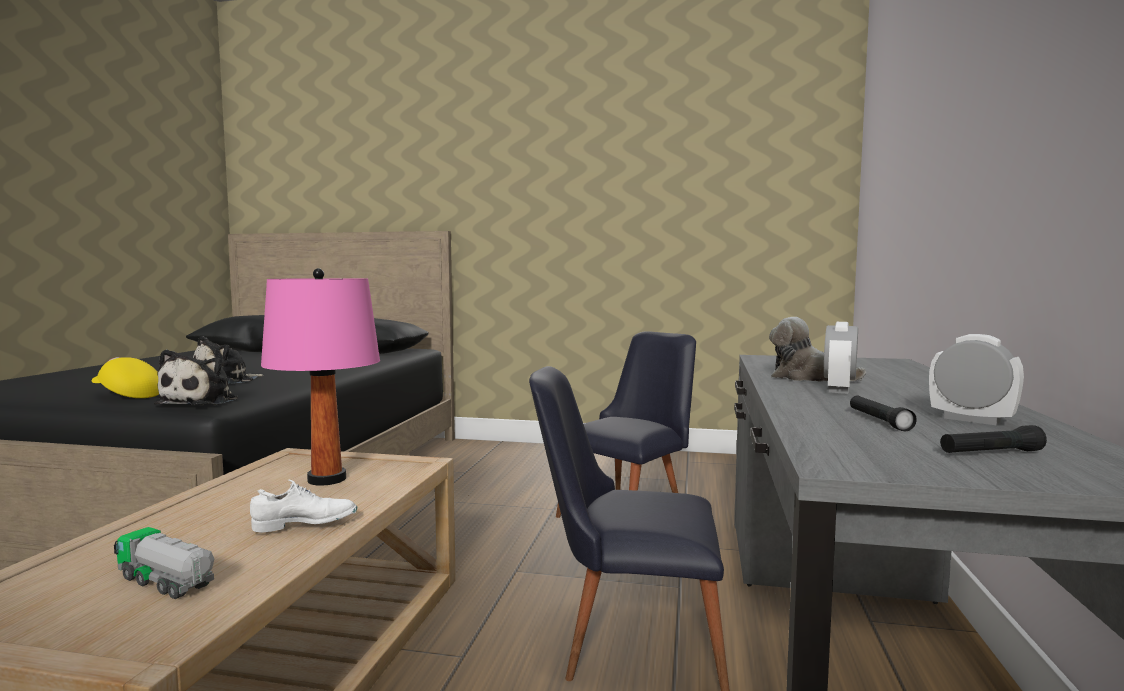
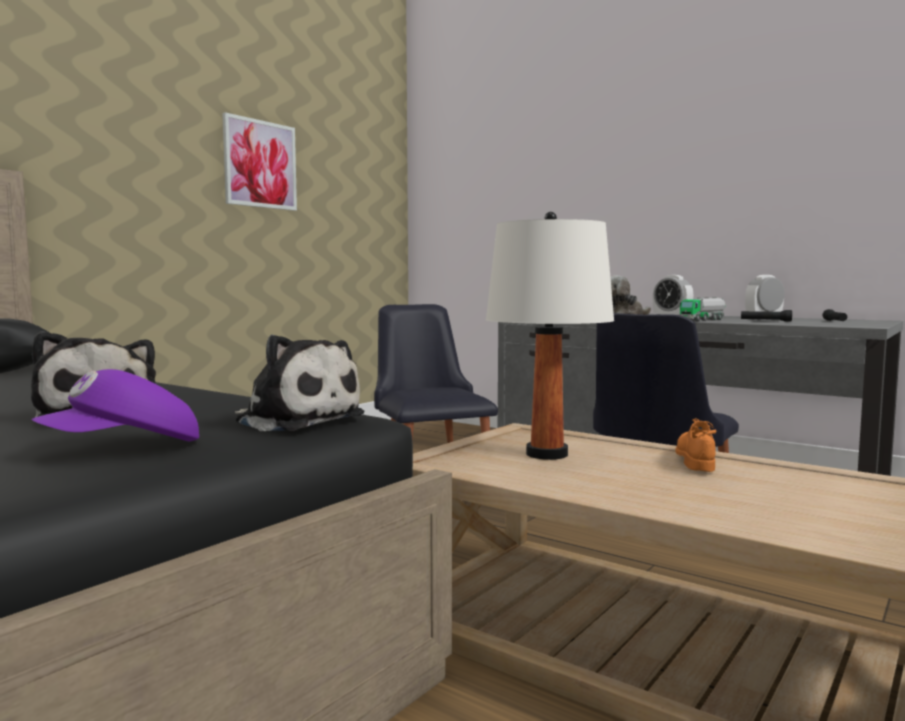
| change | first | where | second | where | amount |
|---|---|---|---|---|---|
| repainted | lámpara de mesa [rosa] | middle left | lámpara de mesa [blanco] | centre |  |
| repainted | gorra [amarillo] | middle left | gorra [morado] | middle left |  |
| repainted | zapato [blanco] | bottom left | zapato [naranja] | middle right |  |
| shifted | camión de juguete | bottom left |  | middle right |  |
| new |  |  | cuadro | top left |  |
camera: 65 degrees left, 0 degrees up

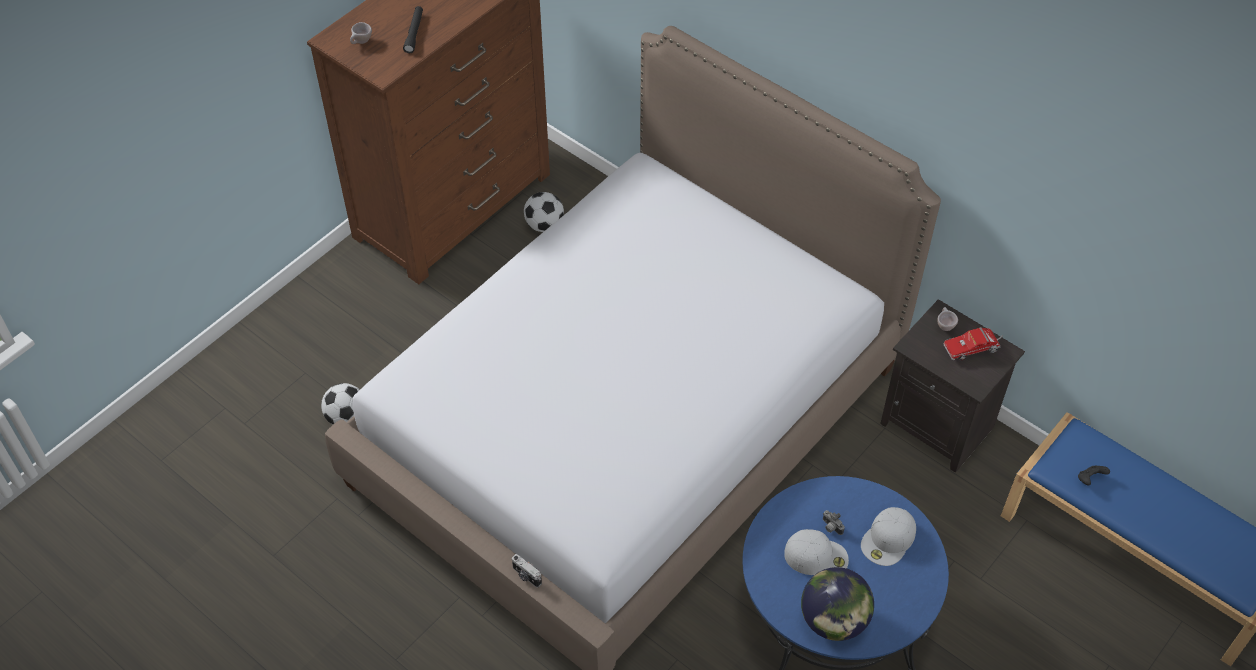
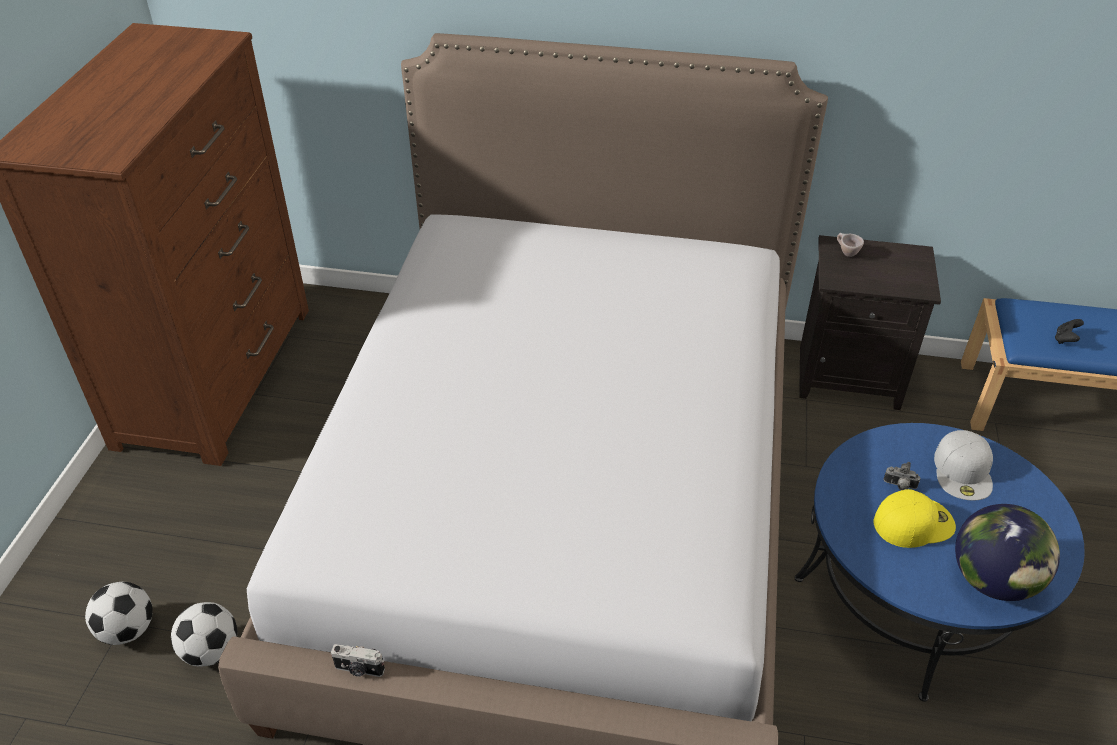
| change | first | where | second | where | amount |
|---|---|---|---|---|---|
| gone | linterna [negro] | top left |  |  |  |
| gone | taza [beis] (no. 1 from left) | top left |  |  |  |
| shifted | balón de fútbol (no. 2 from left in the first image) | top centre | balón de fútbol (no. 1 from left) | bottom left |  |
| gone | camión de juguete | middle right |  |  |  |
| repainted | gorra [blanco] (no. 1 from left) | bottom centre | gorra [amarillo] | bottom right |  |
| shifted | cámara (no. 1 from left) | bottom centre |  | bottom left |  |
camera: 30 degrees left, 10 degrees down

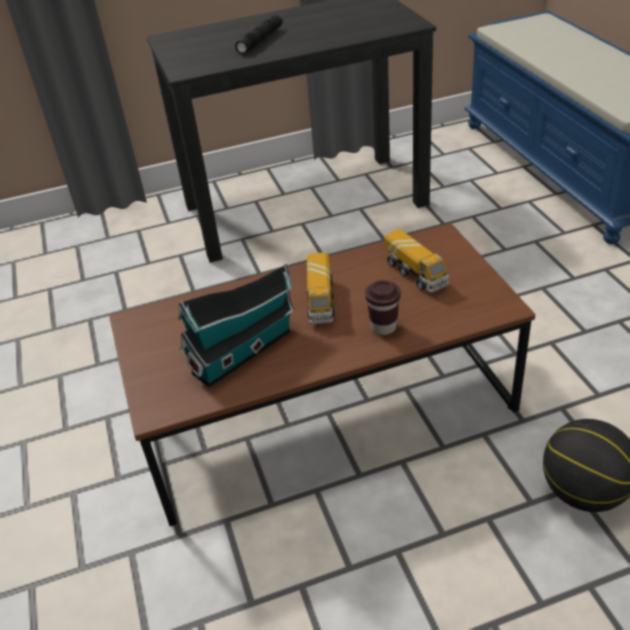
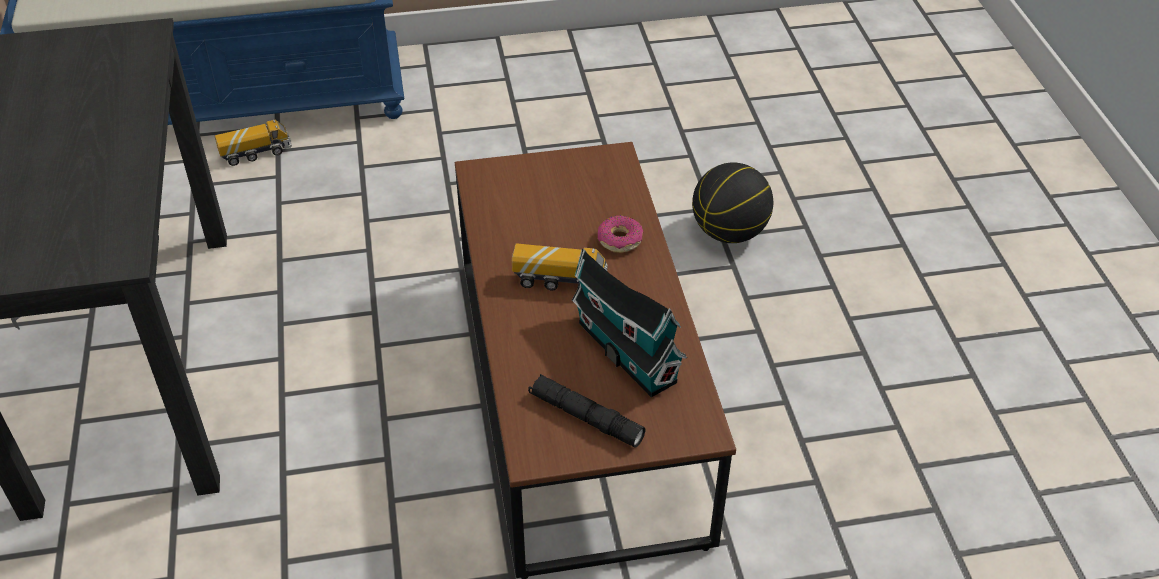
| change | first | where | second | where | amount |
|---|---|---|---|---|---|
| shifted | linterna [negro] | top centre |  | bottom centre |  |
| shifted | camión de juguete (no. 2 from left in the first image) | centre | camión de juguete (no. 1 from left) | top left |  |
| swapped | taza [marrón] | centre | rosquilla | centre |  |
camera: 85 degrees left, 5 degrees up

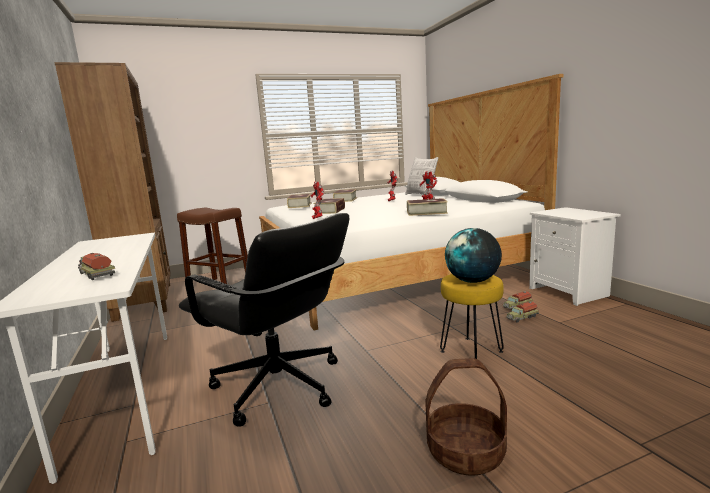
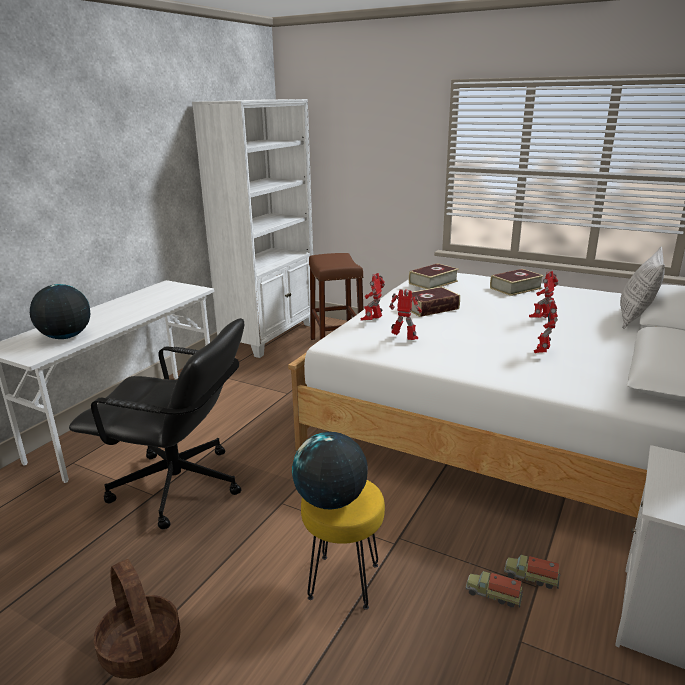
| change | first | where | second | where | amount |
|---|---|---|---|---|---|
| repainted | estantería [marrón] | middle left | estantería [blanco] | top centre |  |
| gone | libro (no. 4 from left) | centre |  |  |  |
| rotated | silla de oficina [negro] | centre |  | middle left | 75 degrees counterclockwise |
| swapped | camión de juguete (no. 1 from left) | middle left | globo terráqueo (no. 1 from left) | middle left |  |
| new |  |  | robot de juguete (no. 2 from left) | centre |  |
camera: 50 degrees right, 10 degrees up

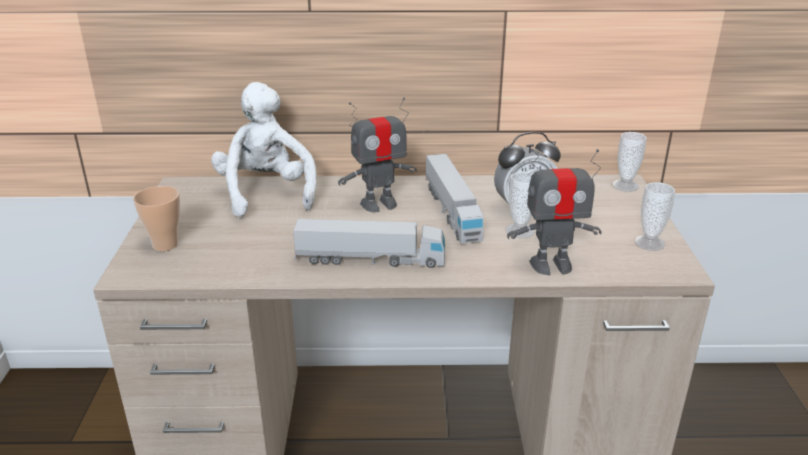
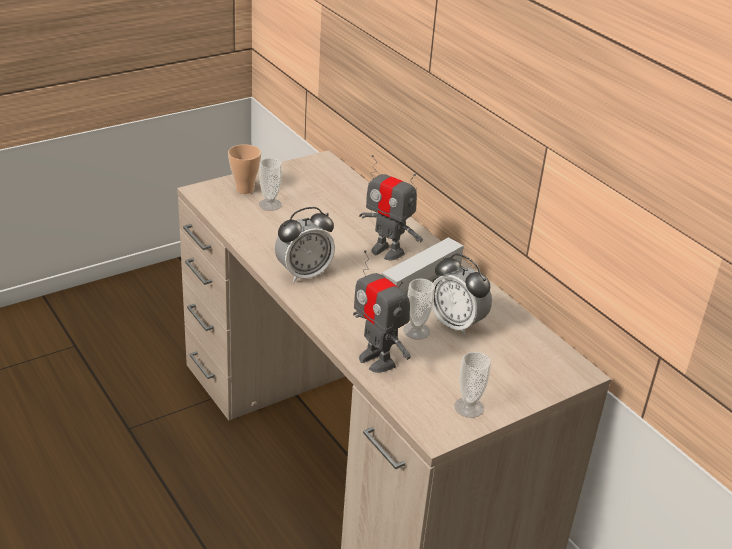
| change | first | where | second | where | amount |
|---|---|---|---|---|---|
| gone | peluche [blanco] | top left |  |  |  |
| shifted | taza (no. 3 from left in the first image) | middle right | taza (no. 2 from left) | centre |  |
| swapped | camión de juguete (no. 1 from left) | centre | despertador (no. 1 from left) | centre |  |
camera: 55 degrees right, 5 degrees up

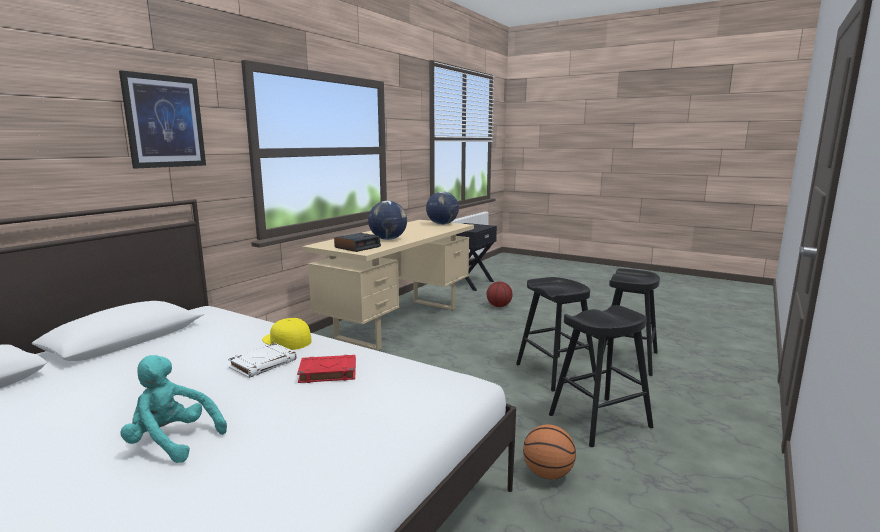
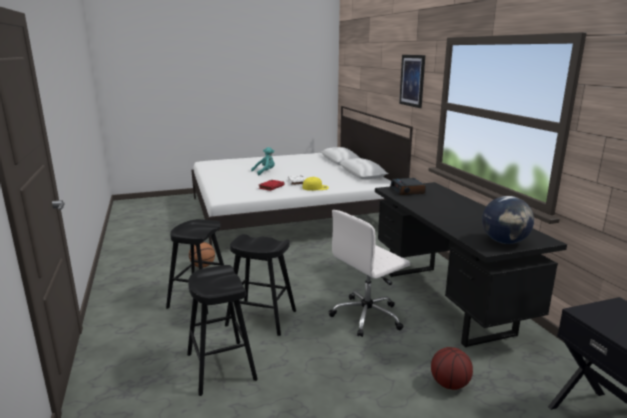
| change | first | where | second | where | amount |
|---|---|---|---|---|---|
| gone | globo terráqueo (no. 1 from left) | centre |  |  |  |
| repainted | escritorio [beis] | centre | escritorio [negro] | middle right |  |
| new |  |  | silla de oficina [blanco] | centre |  |
camera: 130 degrees right, 5 degrees up

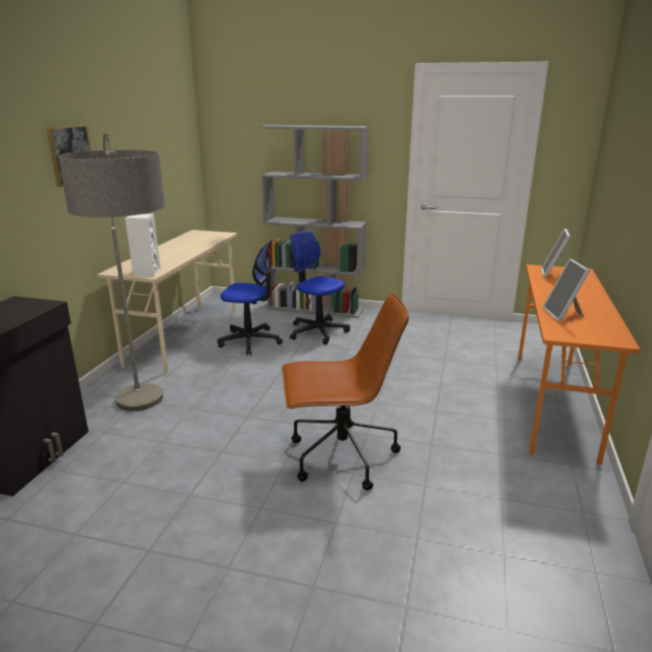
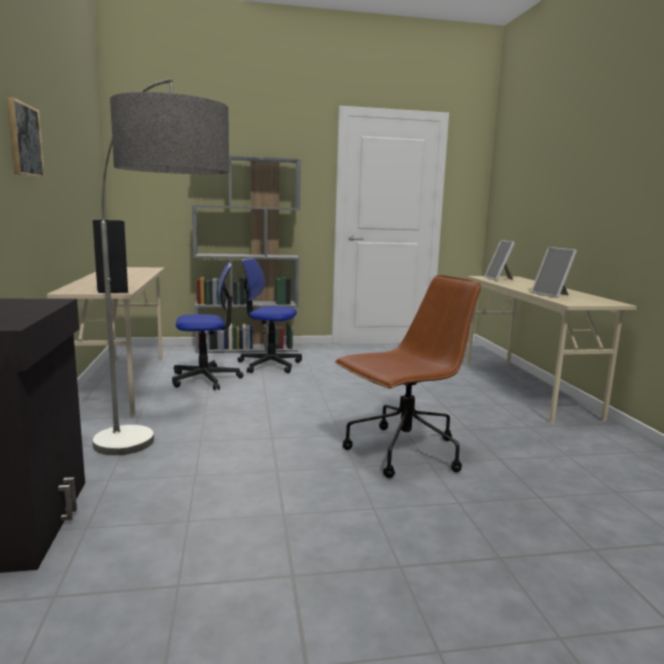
| change | first | where | second | where | amount |
|---|---|---|---|---|---|
| repainted | altavoz [blanco] | middle left | altavoz [negro] | middle left |  |
| repainted | escritorio [naranja] | middle right | escritorio [beis] (no. 2 from left) | middle right |  |
camera: 25 degrees left, 10 degrees down

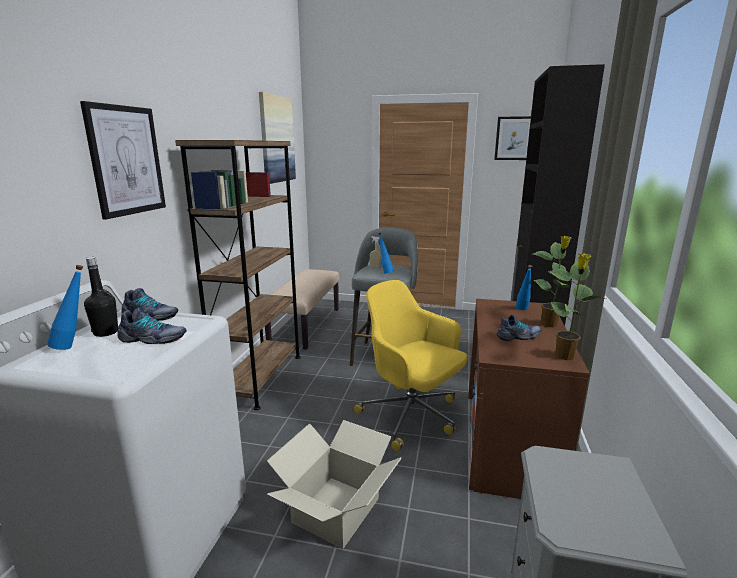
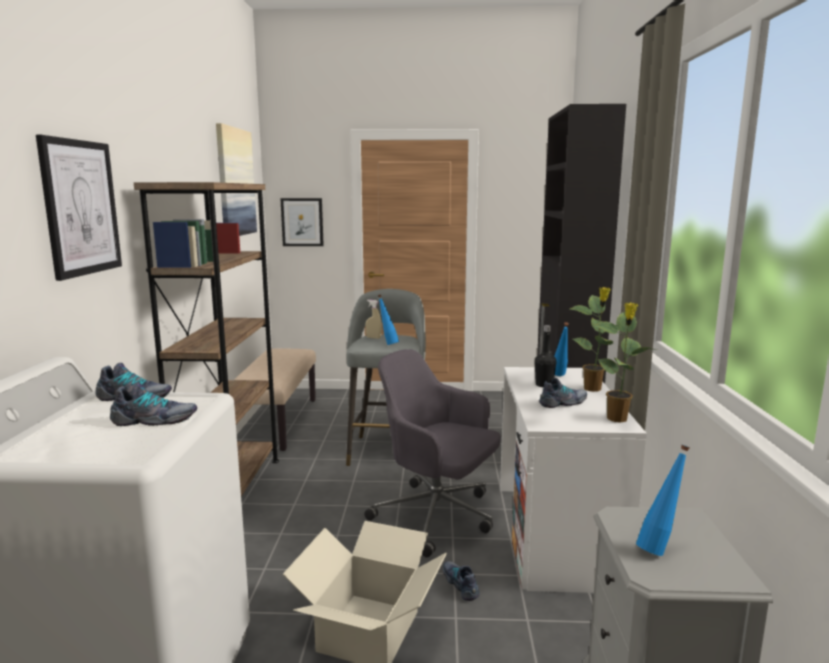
| change | first | where | second | where | amount |
|---|---|---|---|---|---|
| shifted | cuadro (no. 3 from left) | top right |  | centre |  |
| shifted | botella [negro] | middle left |  | centre |  |
| shifted | botella [azul] (no. 1 from left in the first image) | middle left | botella [azul] (no. 3 from left) | bottom right |  |
| repainted | silla de oficina [amarillo] | centre | silla de oficina [gris] | bottom centre |  |
| repainted | escritorio [marrón] | bottom right | escritorio [blanco] | bottom right |  |
| new |  |  | zapato (no. 3 from left) | bottom centre |  |
camera: 10 degrees left, 5 degrees down

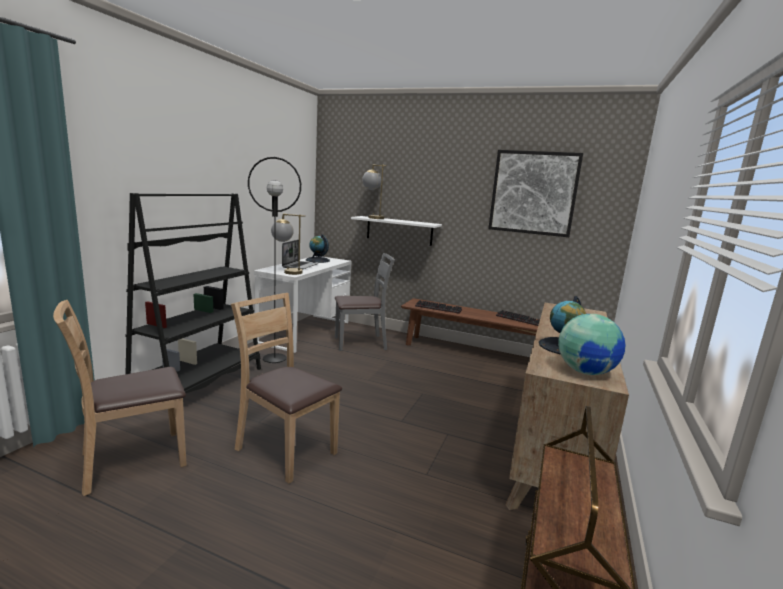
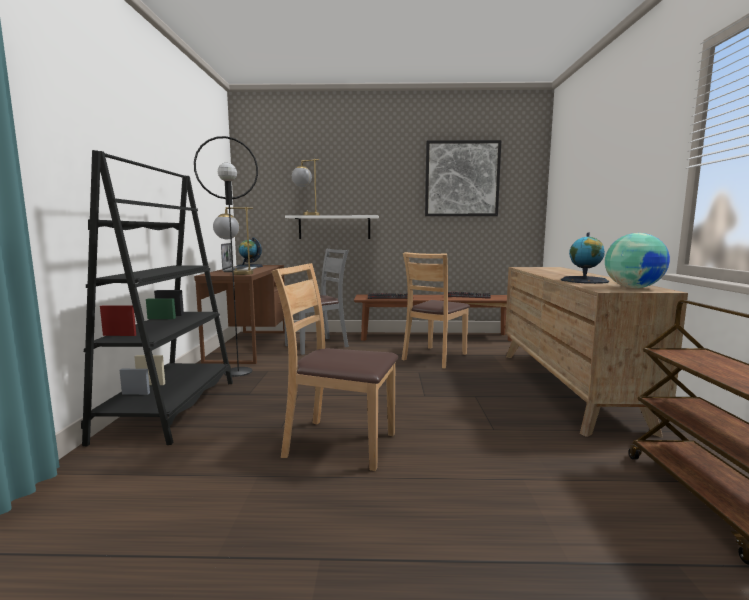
| change | first | where | second | where | amount |
|---|---|---|---|---|---|
| repainted | escritorio [blanco] | centre | escritorio [marrón] | middle left |  |
| shifted | silla [marrón] (no. 1 from left in the first image) | bottom left | silla [marrón] (no. 2 from left) | centre |  |
camera: 20 degrees left, 5 degrees down

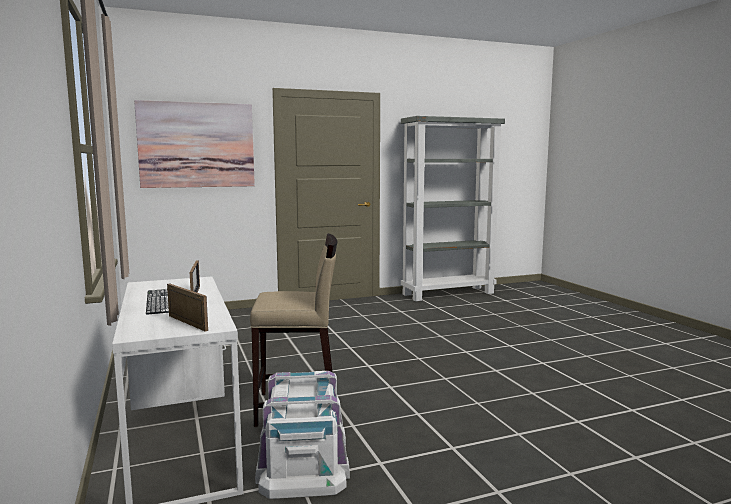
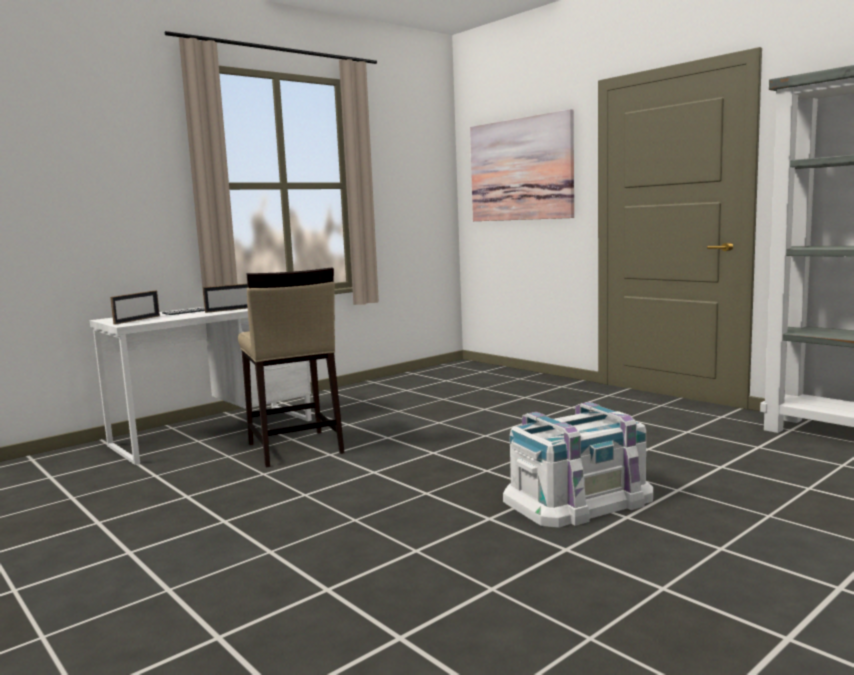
| change | first | where | second | where | amount |
|---|---|---|---|---|---|
| shifted | caja de almacenaje [blanco] | bottom centre |  | bottom right |  |
camera: 70 degrees right, 0 degrees up

